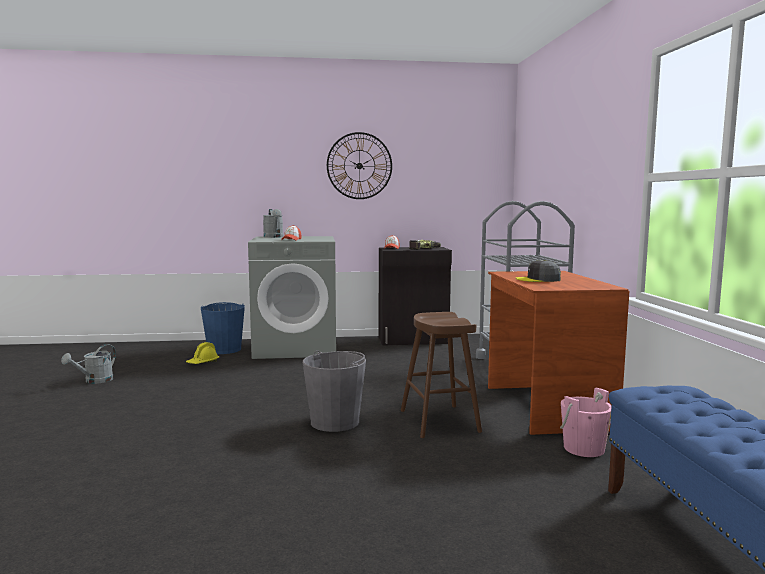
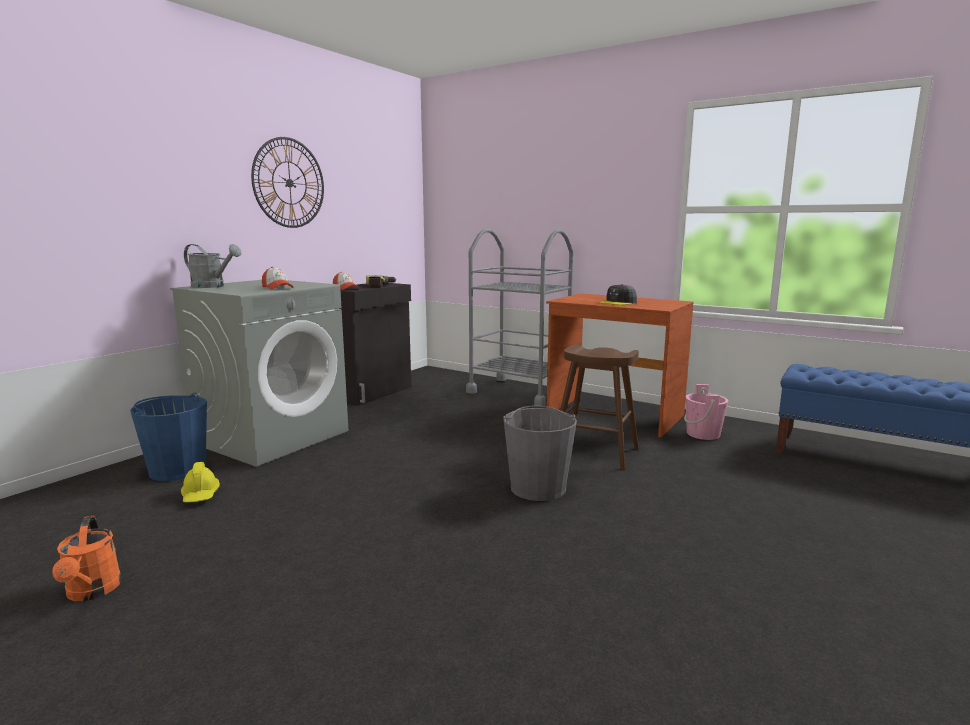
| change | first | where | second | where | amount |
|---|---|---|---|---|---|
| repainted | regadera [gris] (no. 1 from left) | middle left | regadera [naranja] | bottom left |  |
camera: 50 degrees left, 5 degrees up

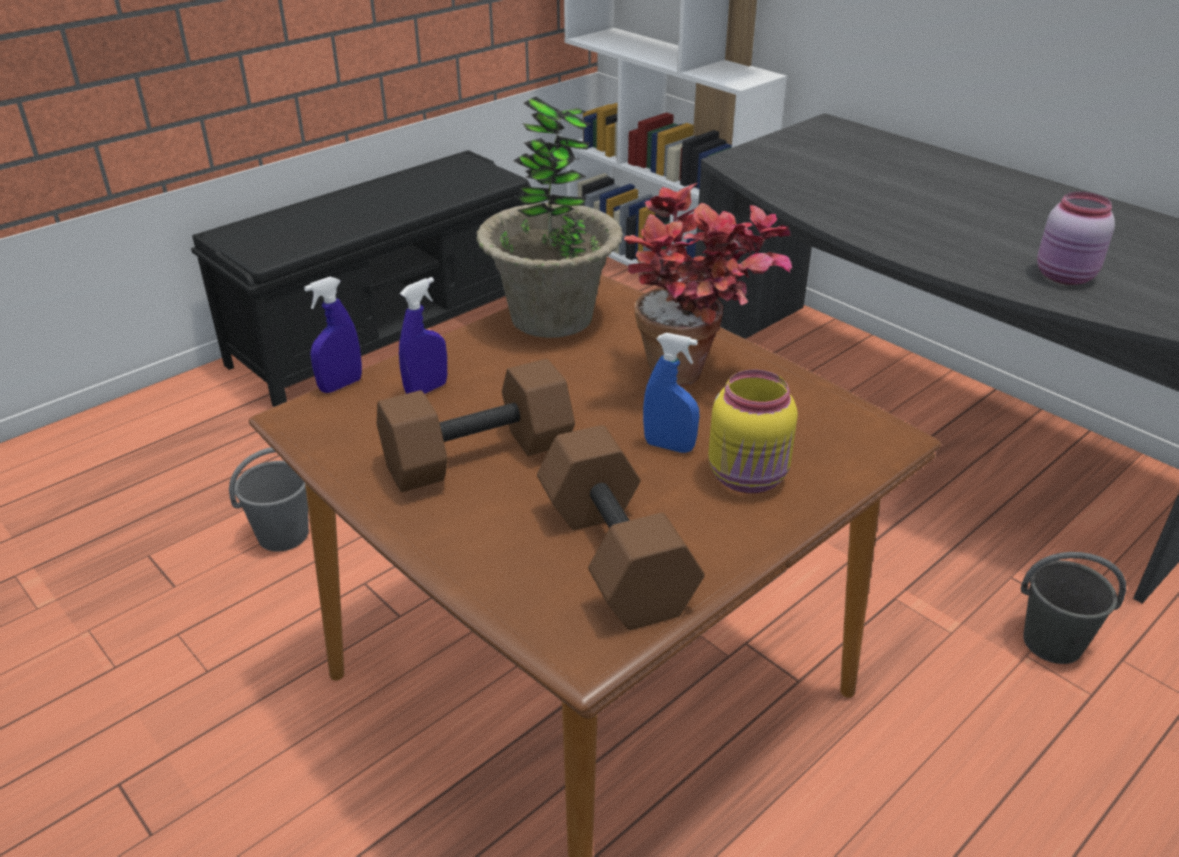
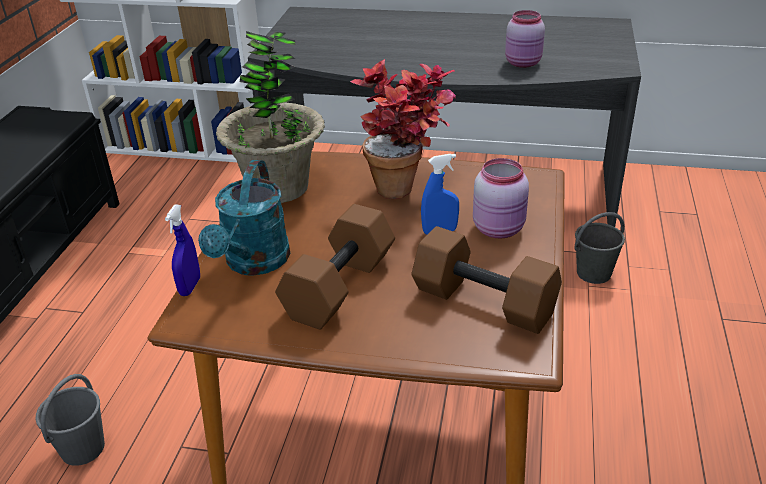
| change | first | where | second | where | amount |
|---|---|---|---|---|---|
| swapped | pulverizador [azul] (no. 2 from left) | centre | regadera [turquesa] | middle left |  |
| repainted | tarro [amarillo] | centre | tarro [rosa] (no. 1 from left) | centre |  |
camera: 35 degrees left, 0 degrees up

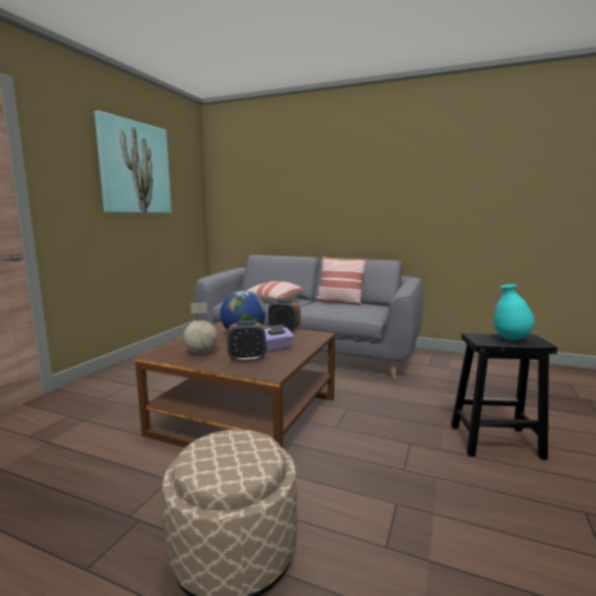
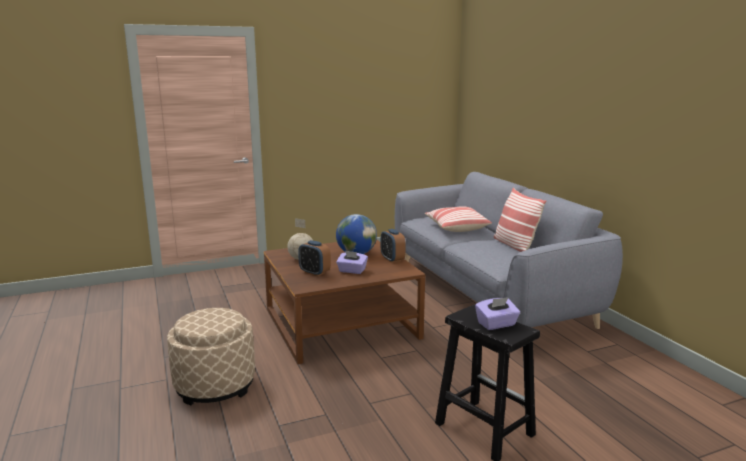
| change | first | where | second | where | amount |
|---|---|---|---|---|---|
| gone | cuadro | top left |  |  |  |
| swapped | florero [turquesa] | middle right | caja de pañuelos [morado] (no. 2 from left) | bottom centre |  |
camera: 45 degrees right, 5 degrees up

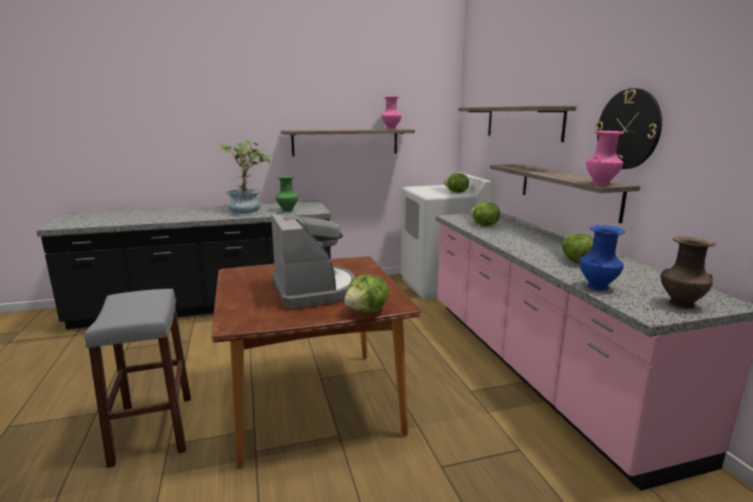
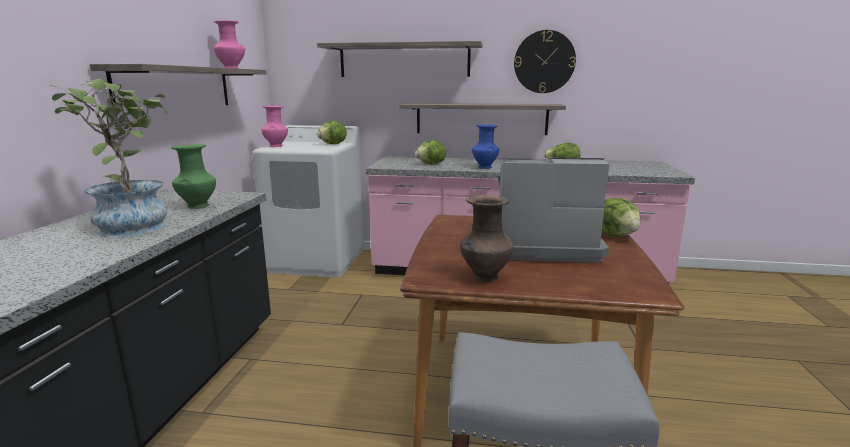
| change | first | where | second | where | amount |
|---|---|---|---|---|---|
| shifted | florero [rosa] (no. 2 from left) | top right |  | top left |  |
| shifted | florero [azul] | middle right |  | top centre |  |
| shifted | florero [marrón] | middle right |  | centre |  |
camera: 65 degrees left, 0 degrees up

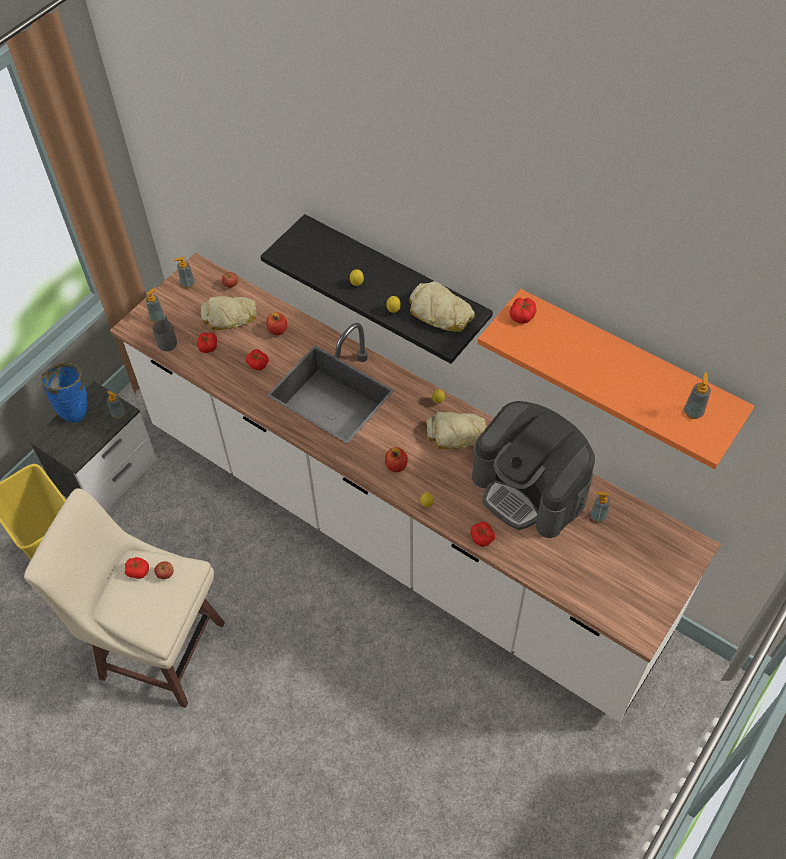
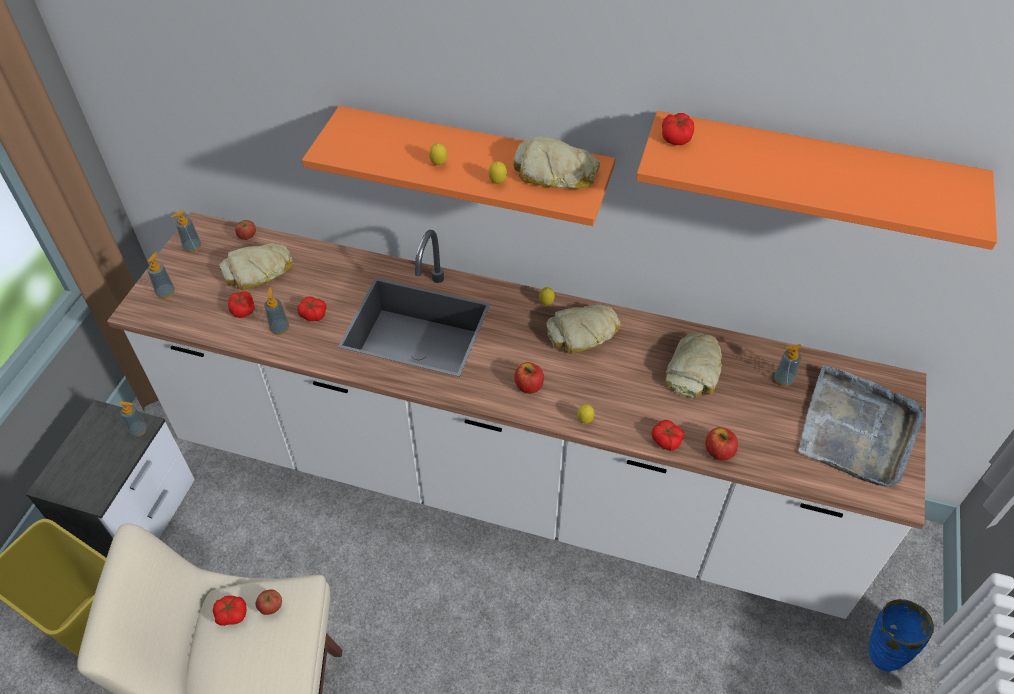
| change | first | where | second | where | amount |
|---|---|---|---|---|---|
| repainted | estante [negro] | centre | estante [naranja] (no. 1 from left) | top centre |  |
| shifted | manzana (no. 3 from left in the first image) | centre | manzana (no. 4 from left) | middle right |  |
| gone | taza grande [gris] | middle left |  |  |  |
| shifted | florero [azul] | middle left |  | bottom right |  |
| shifted | dispensador de jabón (no. 5 from left in the first image) | middle right | dispensador de jabón (no. 4 from left) | middle left |  |
| swapped | cafetera | middle right | pan (no. 4 from left) | middle right |  |
| new |  |  | bandeja [gris] | middle right |  |
camera: 20 degrees left, 5 degrees down

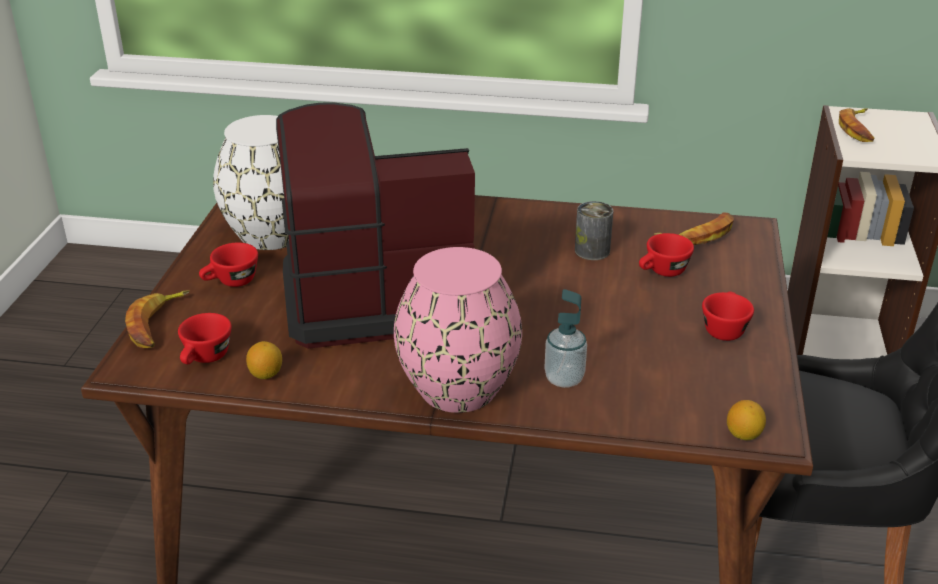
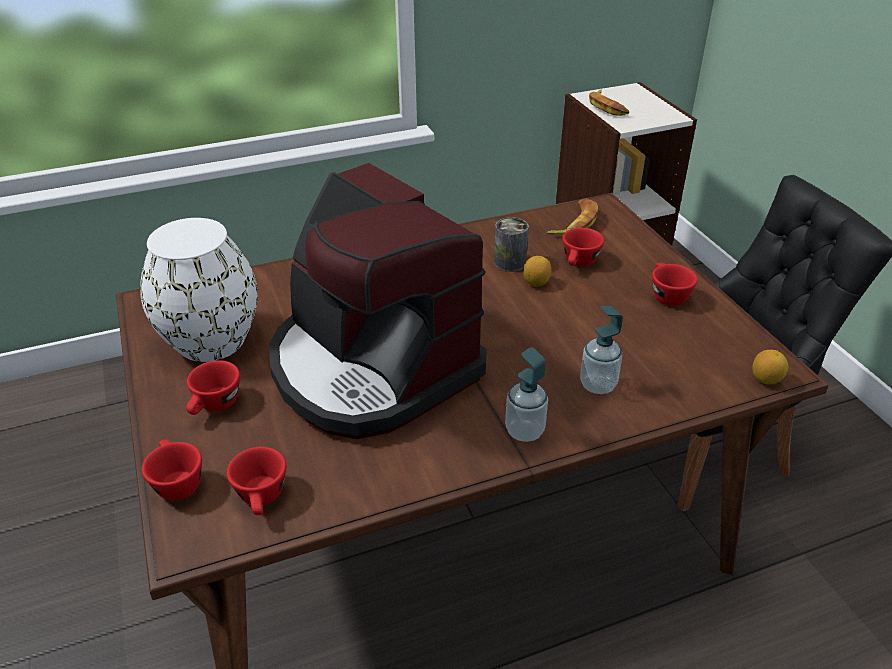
| change | first | where | second | where | amount |
|---|---|---|---|---|---|
| rotated | cafetera | centre |  | centre | 90 degrees counterclockwise |
| swapped | florero [rosa] | centre | dispensador de jabón (no. 1 from left) | centre |  |
| swapped | plátano (no. 1 from left) | middle left | taza [rojo] (no. 1 from left) | bottom left |  |
| shifted | limón (no. 1 from left) | middle left |  | centre |  |
camera: 30 degrees left, 5 degrees up

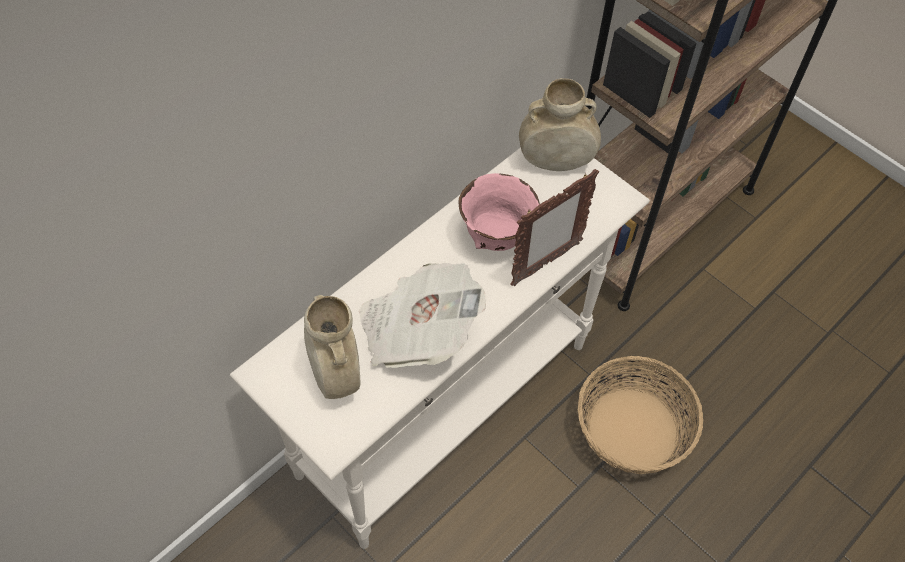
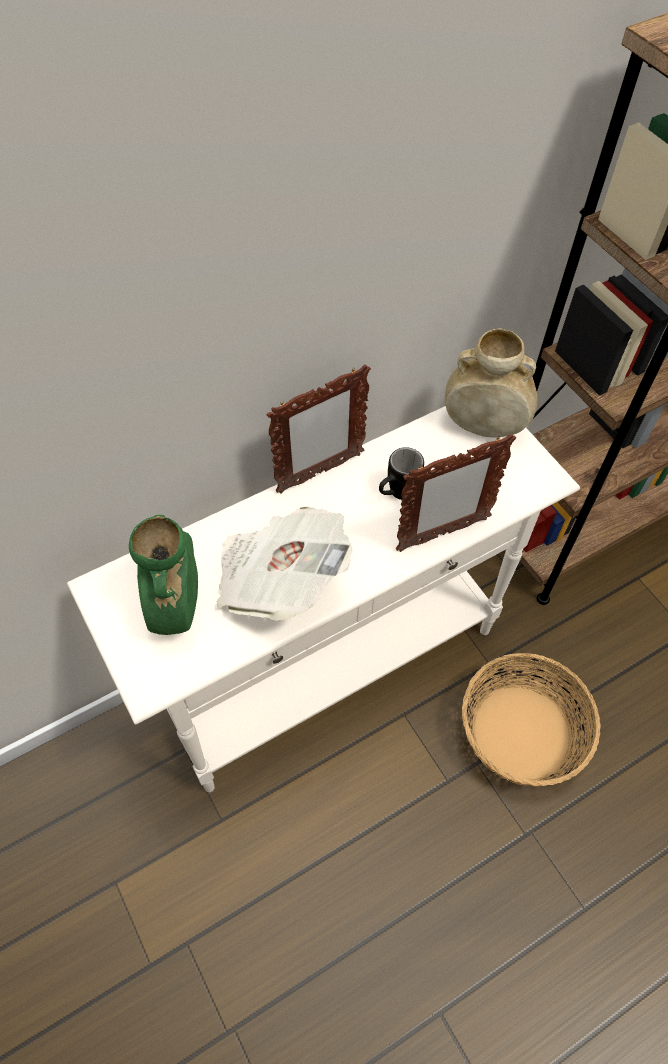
| change | first | where | second | where | amount |
|---|---|---|---|---|---|
| swapped | cuenco [rosa] | centre | taza grande [negro] | centre |  |
| repainted | florero [beis] (no. 1 from left) | centre | florero [verde] | middle left |  |
| new |  |  | portarretratos (no. 1 from left) | centre |  |
camera: 15 degrees right, 0 degrees up

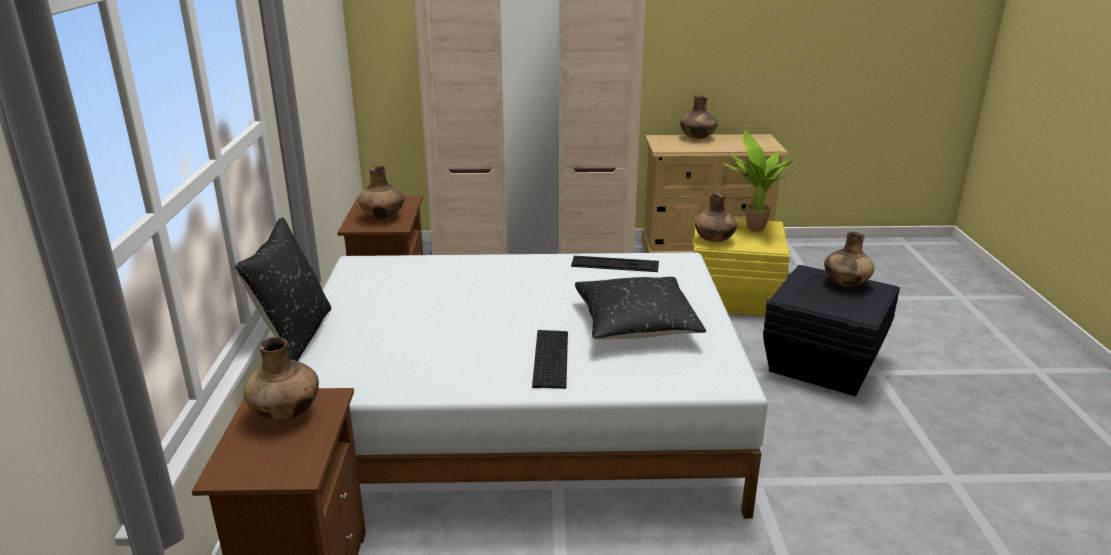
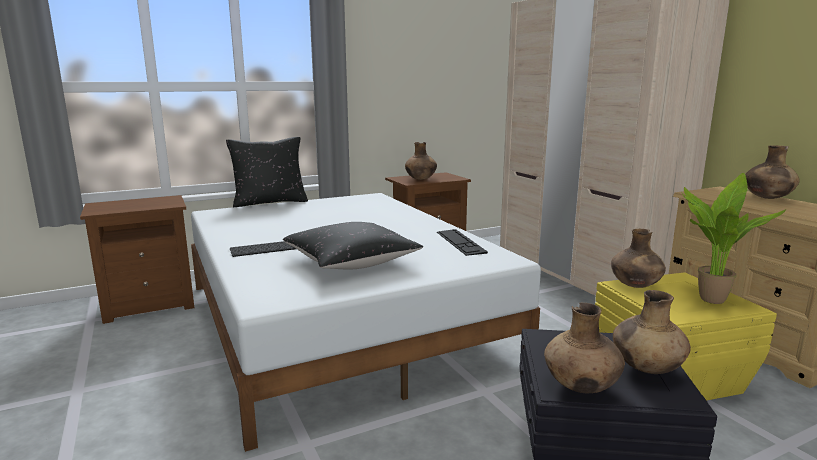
| change | first | where | second | where | amount |
|---|---|---|---|---|---|
| shifted | florero [marrón] (no. 1 from left in the first image) | bottom left | florero [marrón] (no. 2 from left) | bottom right |  |
camera: 65 degrees right, 10 degrees down

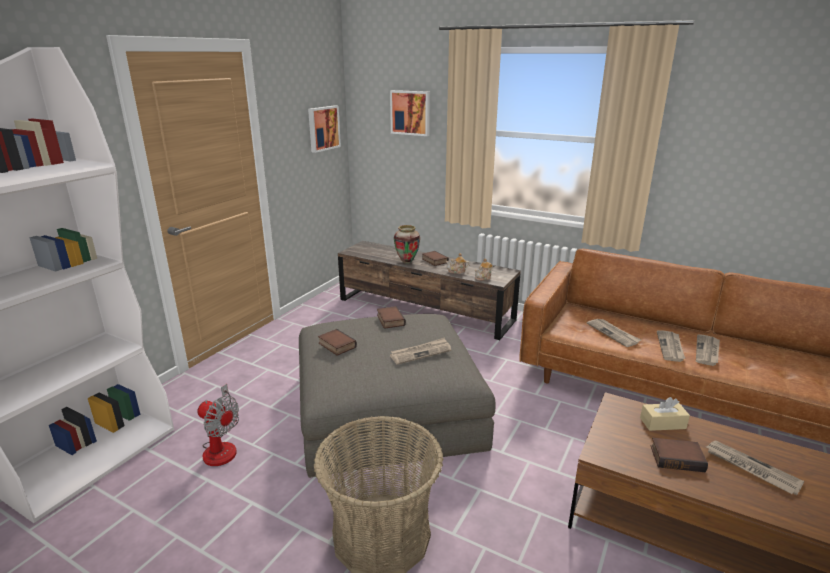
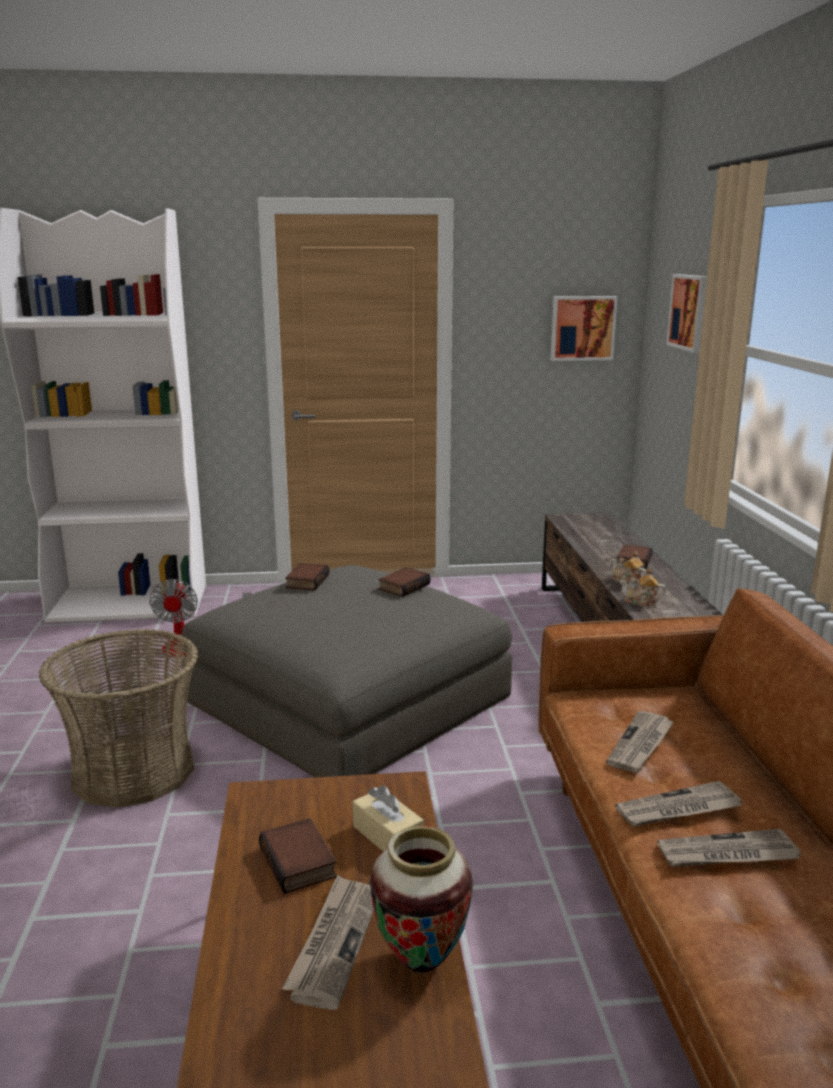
| change | first | where | second | where | amount |
|---|---|---|---|---|---|
| shifted | florero | centre |  | bottom centre |  |
| gone | periódico (no. 1 from left) | centre |  |  |  |
camera: 55 degrees right, 5 degrees down

